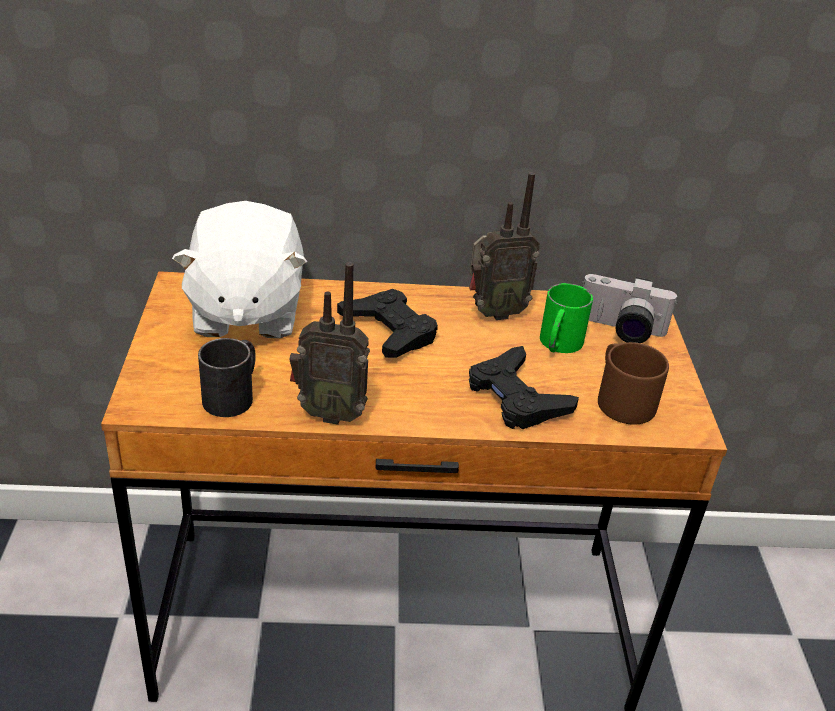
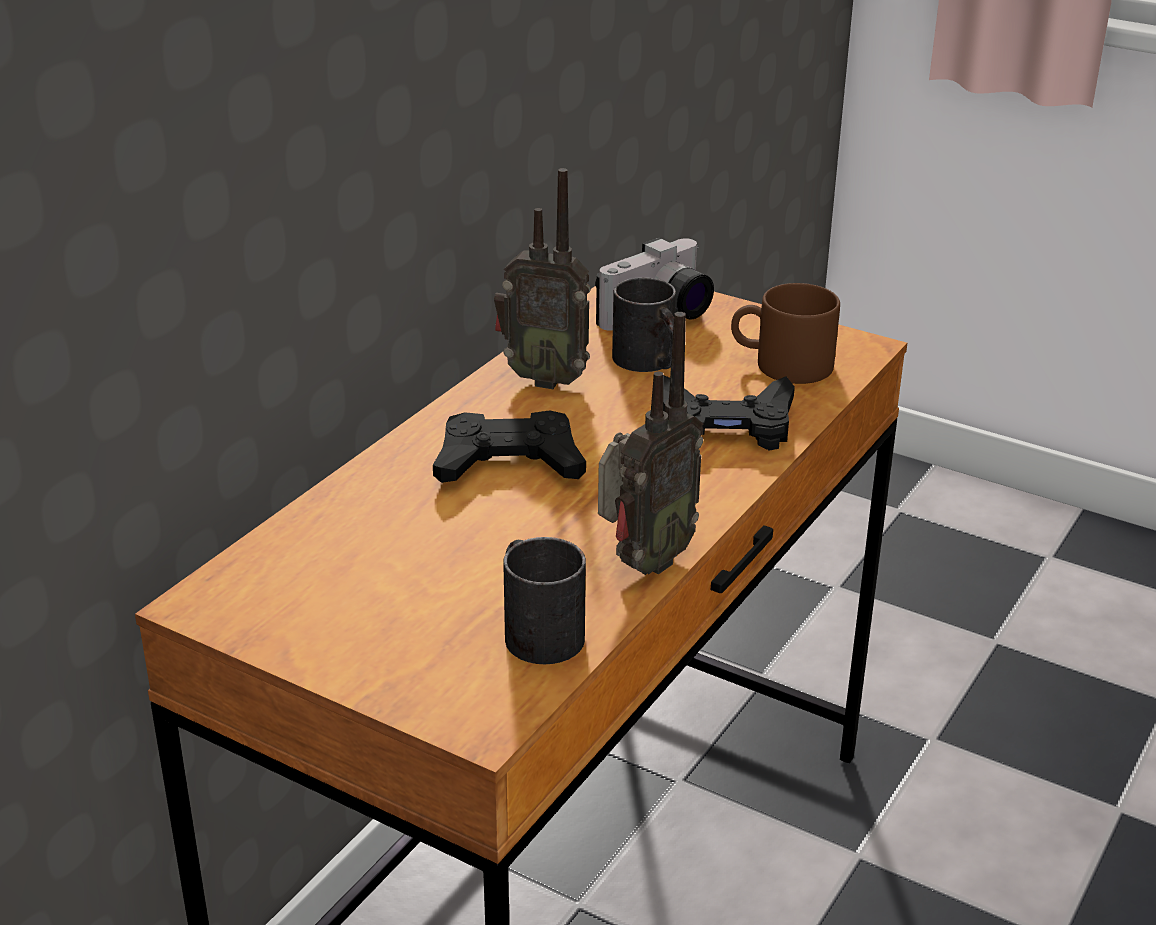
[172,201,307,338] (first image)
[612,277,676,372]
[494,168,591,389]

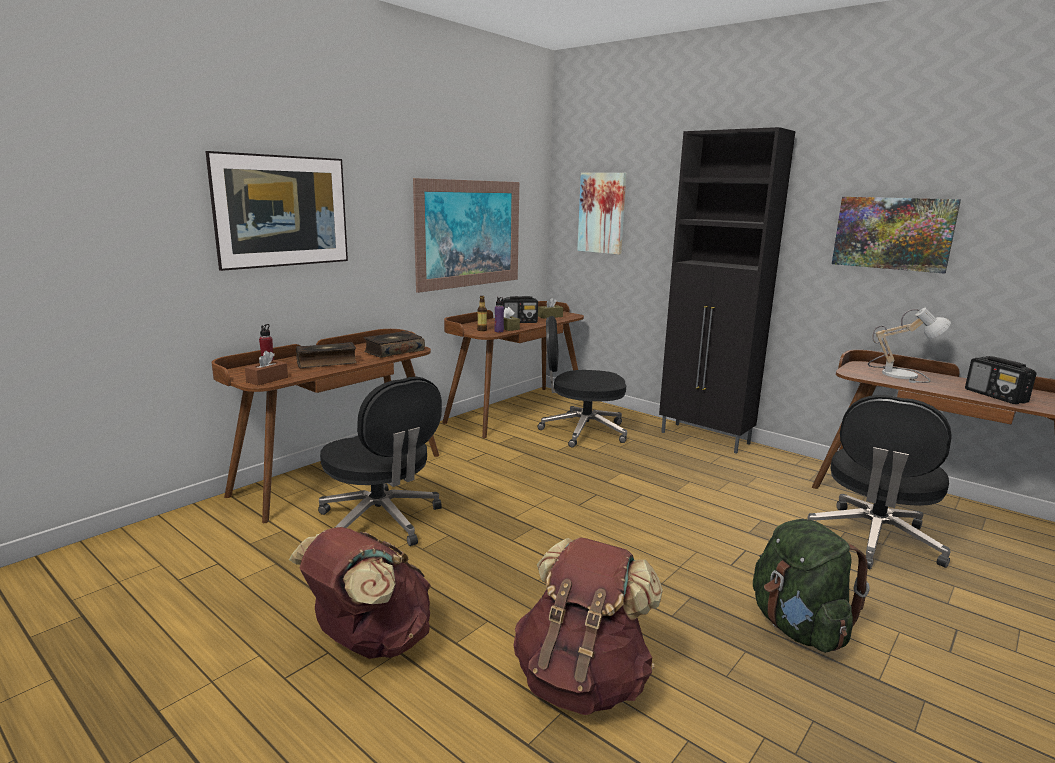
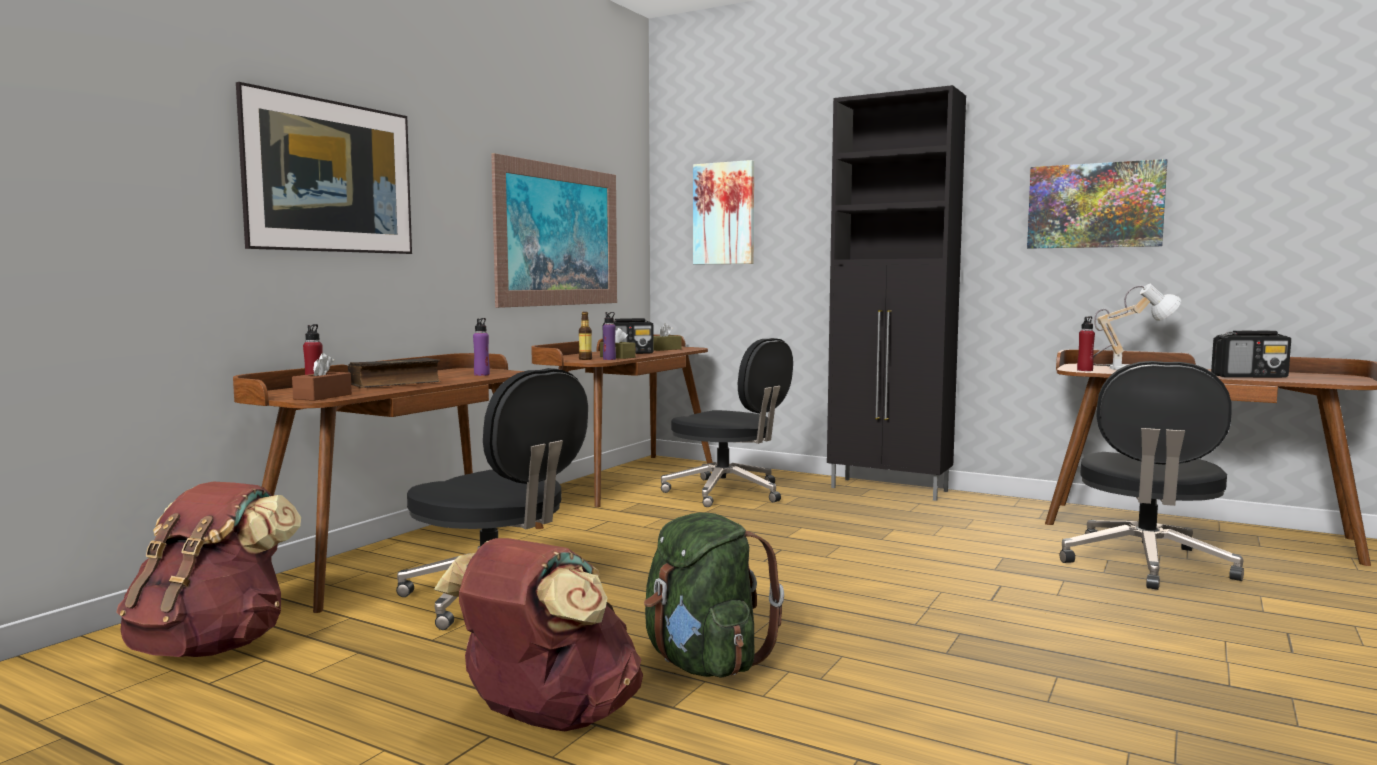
[1077,316,1095,371]
[117,482,301,657]
[644,512,784,677]
[473,318,490,376]
[661,338,793,507]
[1211,330,1291,377]

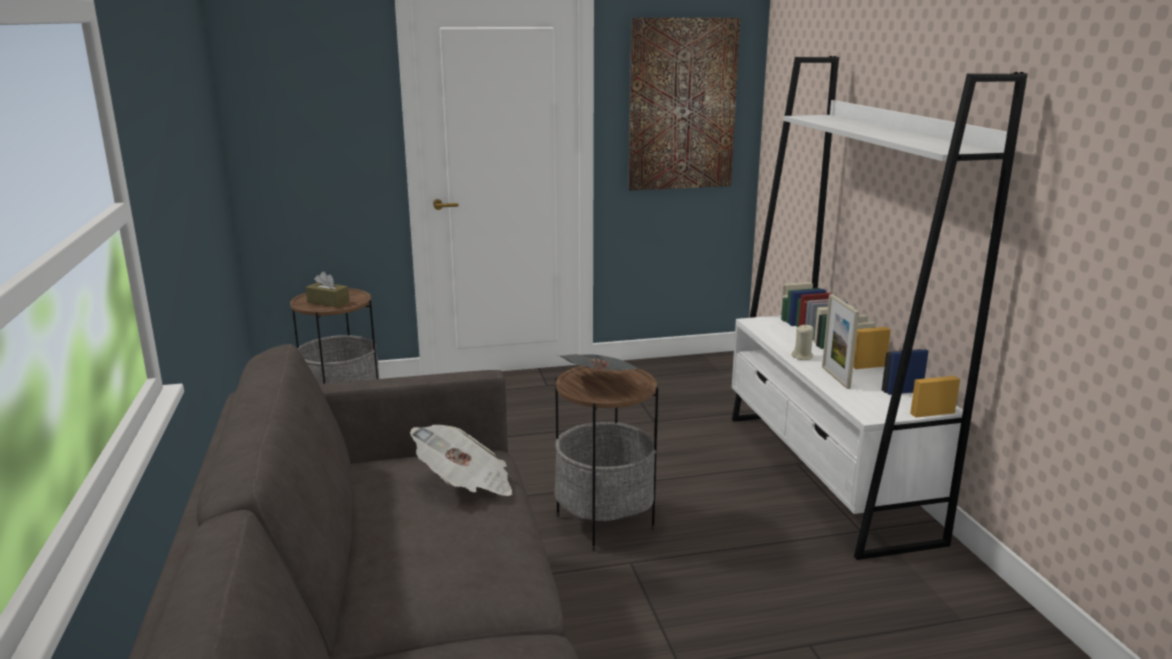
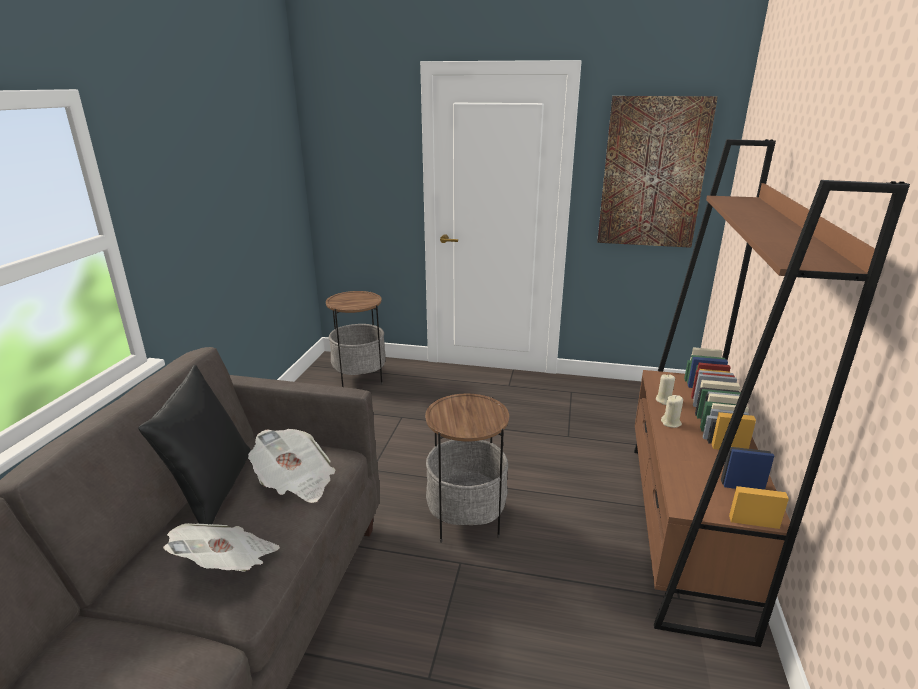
[306,272,350,307] (first image)
[822,294,859,389] (first image)
[138,365,251,524]
[656,374,675,405]
[163,523,280,572]
[634,139,910,647]

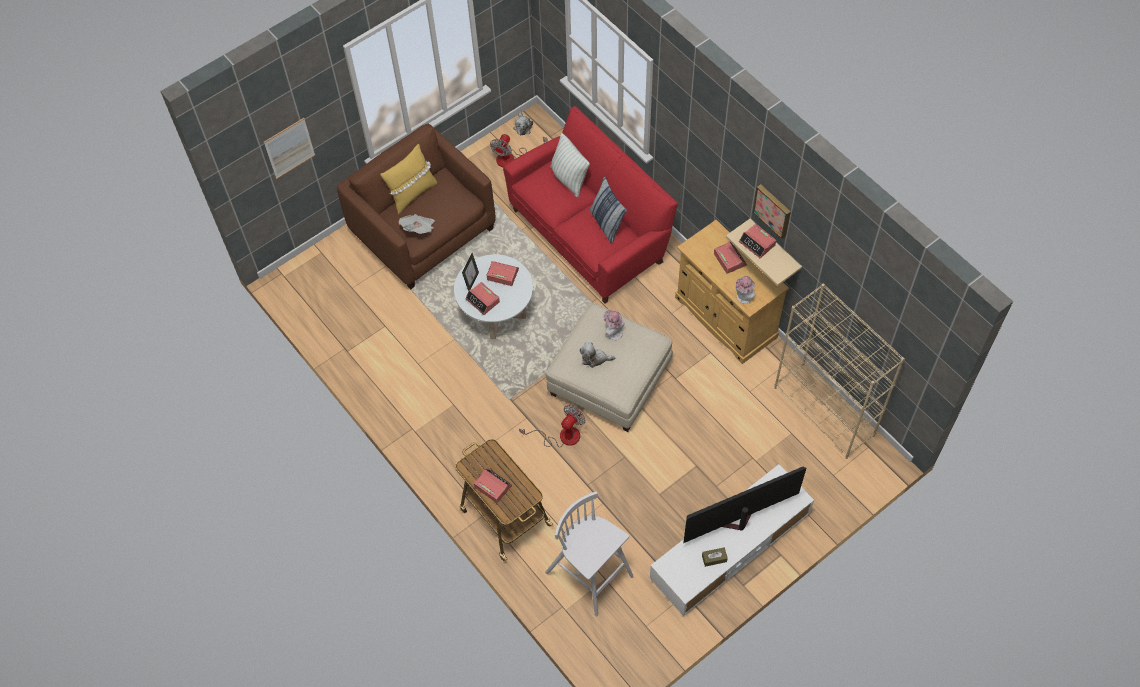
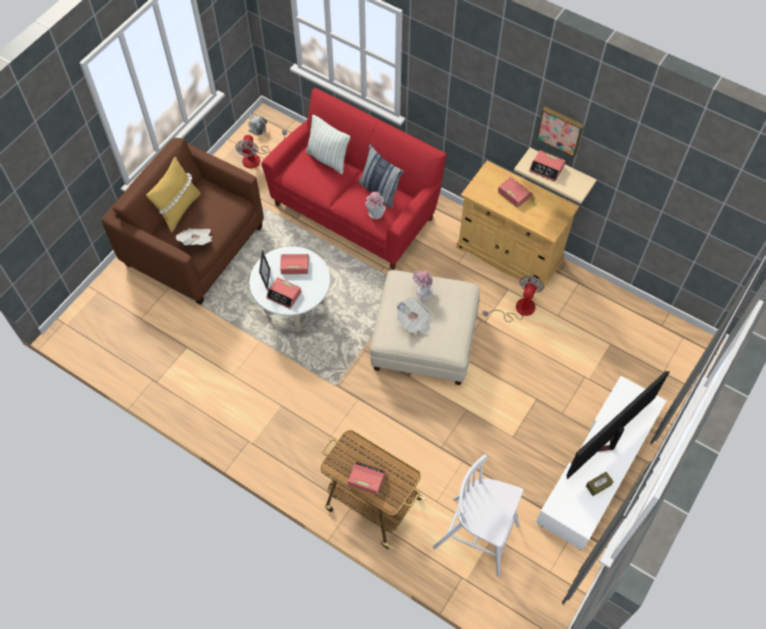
[264,118,315,179] (first image)
[774,284,904,459] (first image)
[482,276,544,322]
[365,192,386,219]
[397,298,432,335]

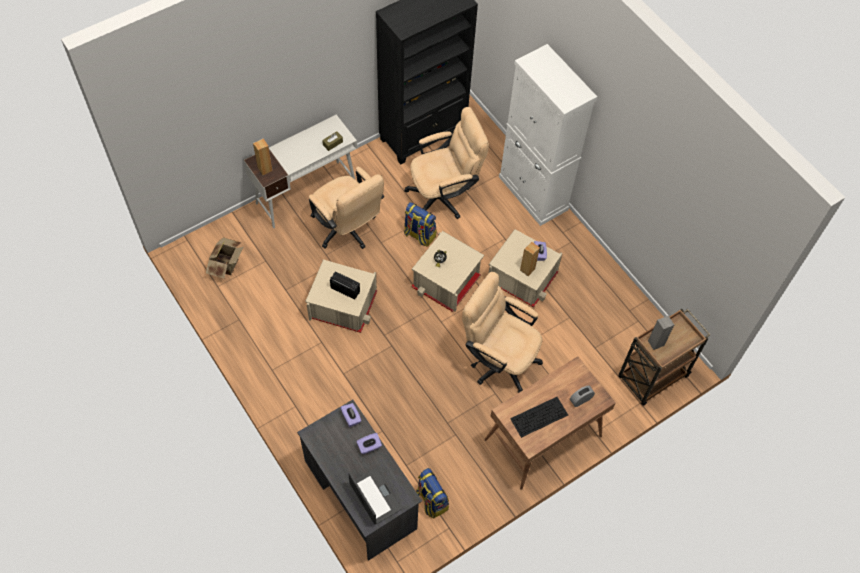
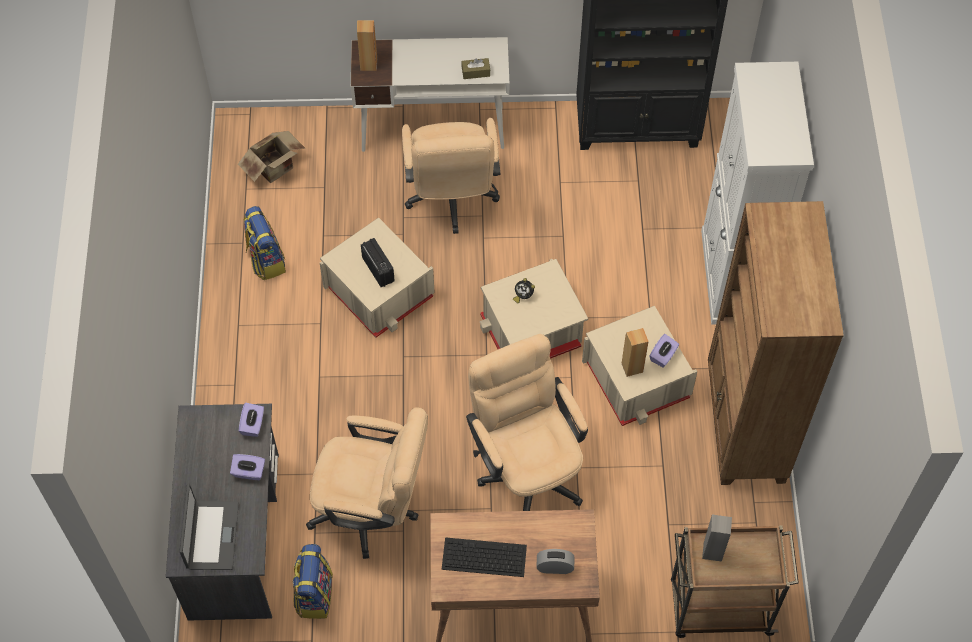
[708,201,844,485]
[306,407,428,559]
[243,206,286,280]

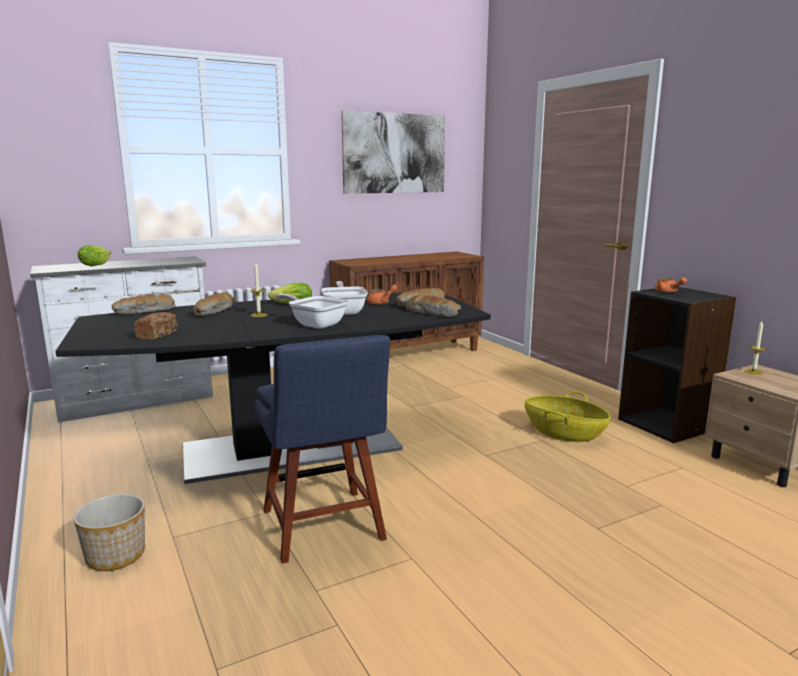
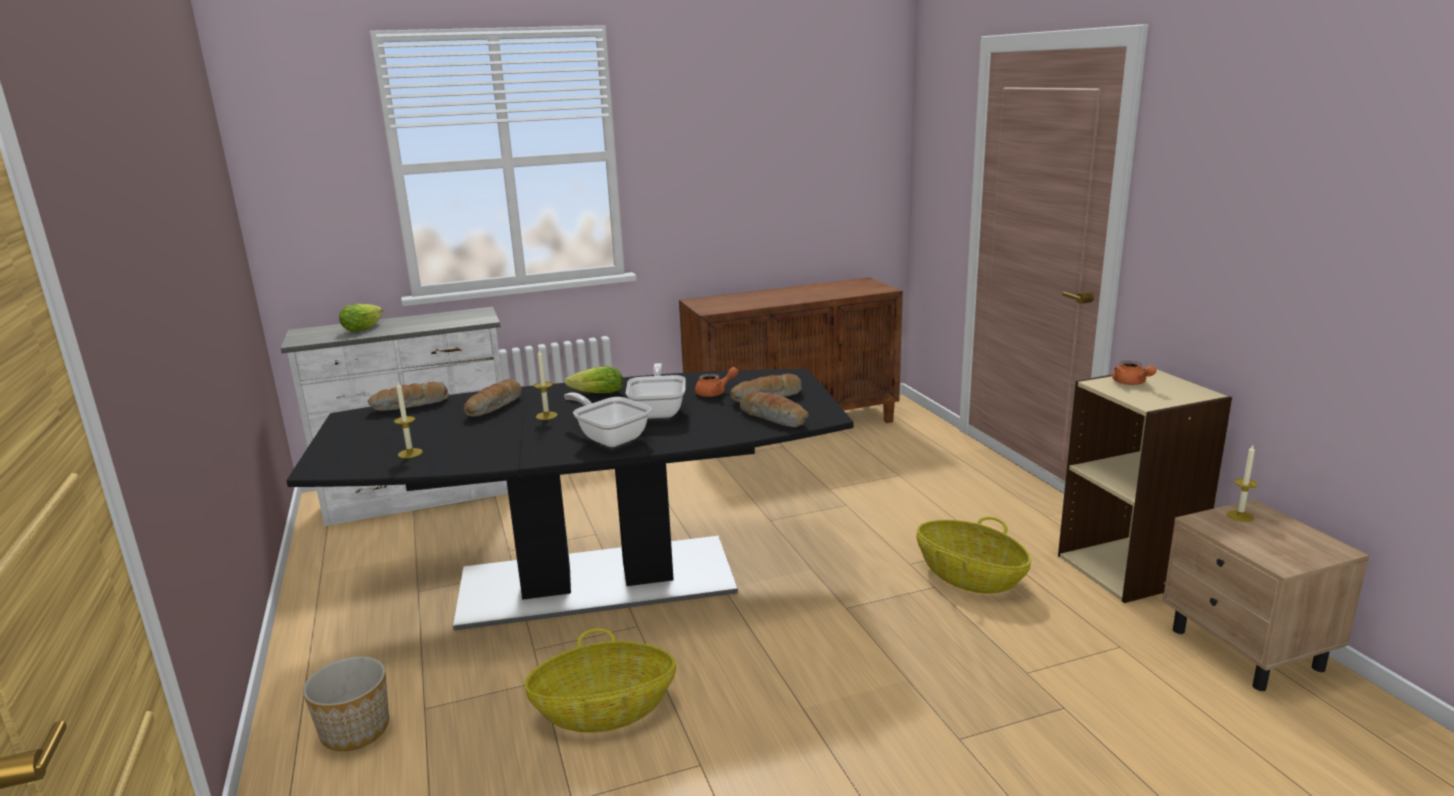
[341,110,445,194] (first image)
[394,382,423,458]
[524,628,676,733]
[1058,369,1232,603]

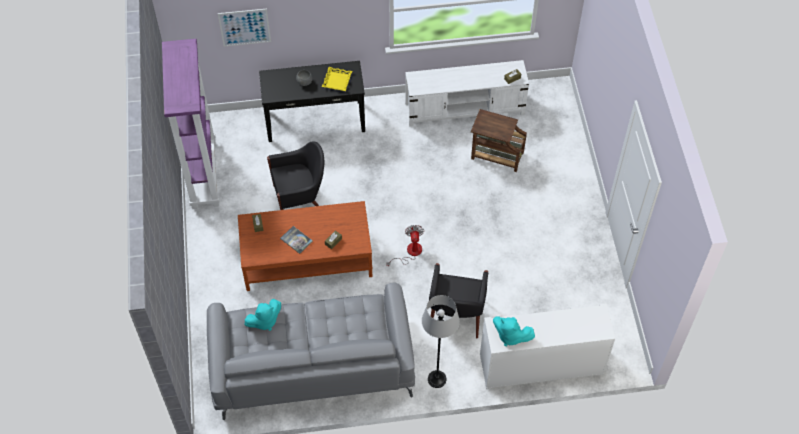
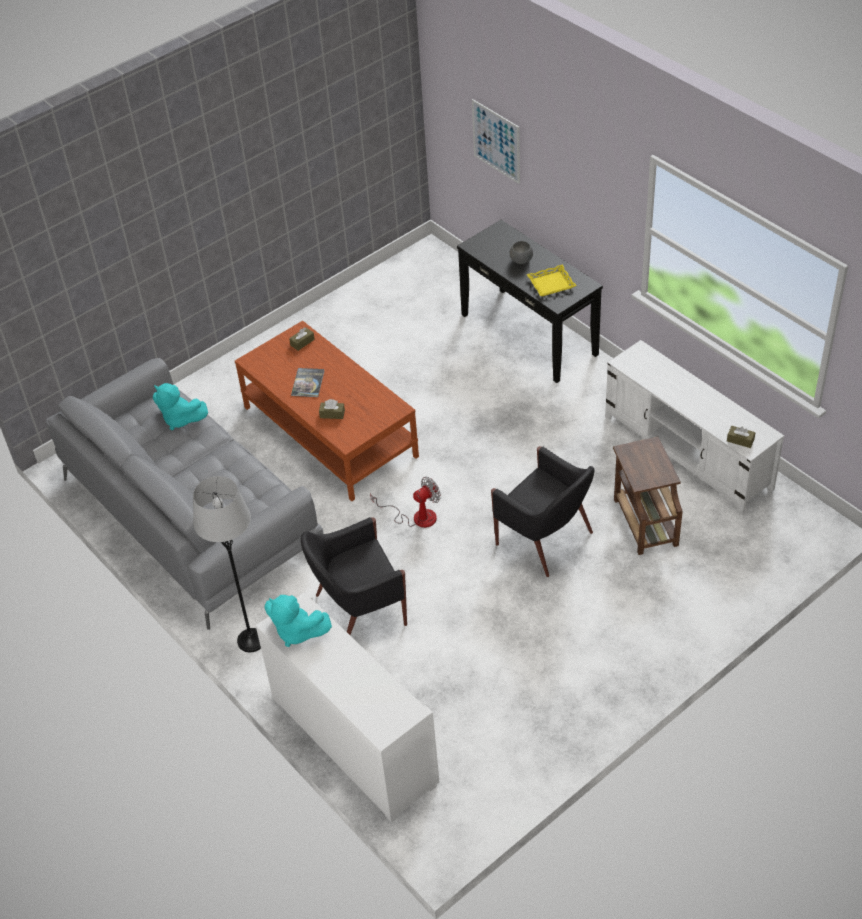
[162,39,219,209] (first image)
[491,446,594,577]
[265,595,332,647]

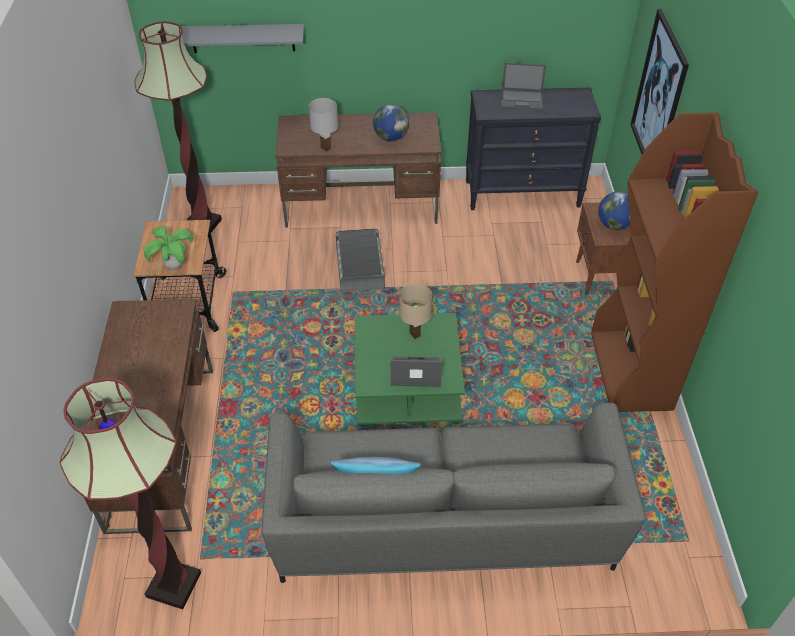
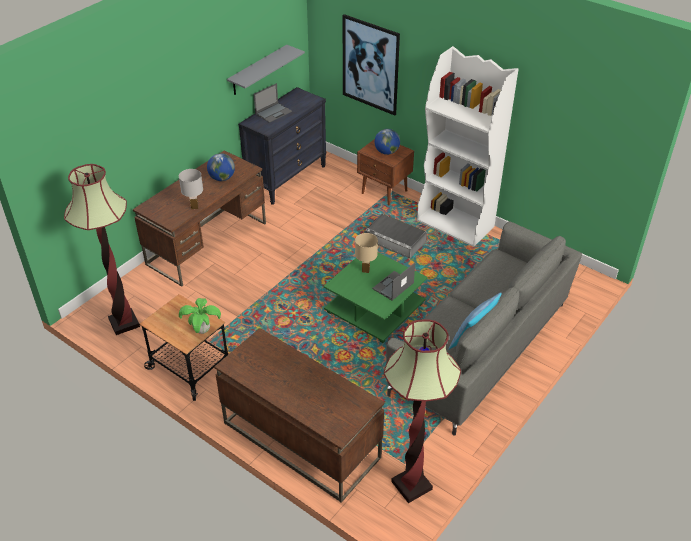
[227,45,305,95]
[366,214,427,258]
[417,46,518,247]

